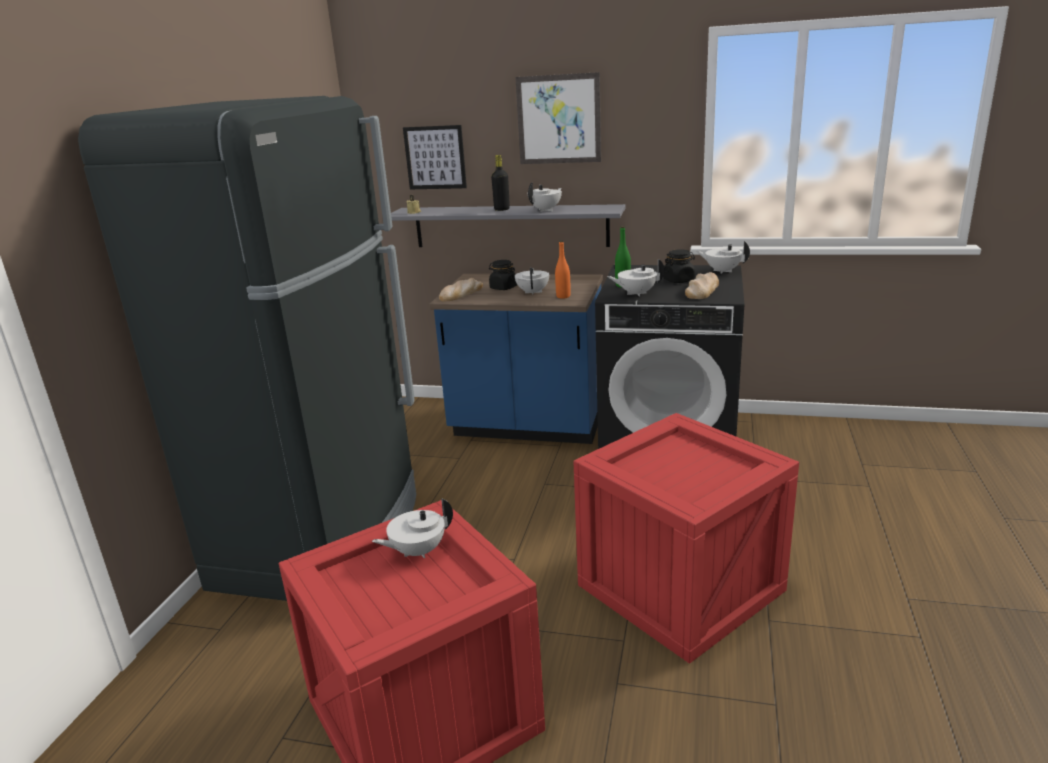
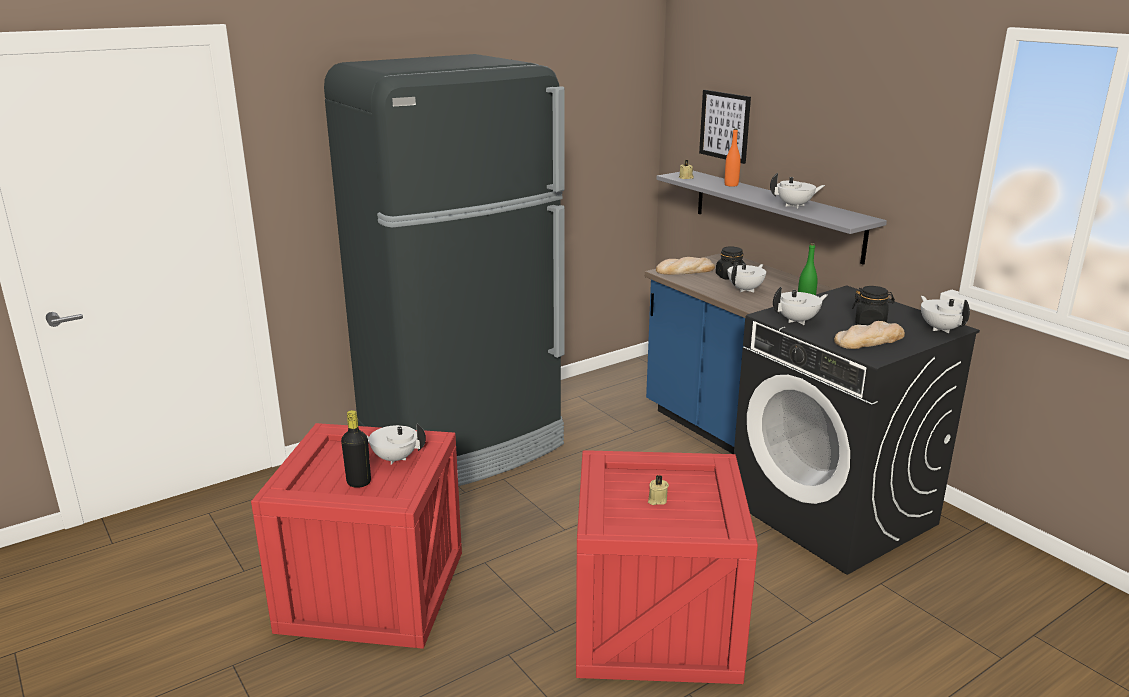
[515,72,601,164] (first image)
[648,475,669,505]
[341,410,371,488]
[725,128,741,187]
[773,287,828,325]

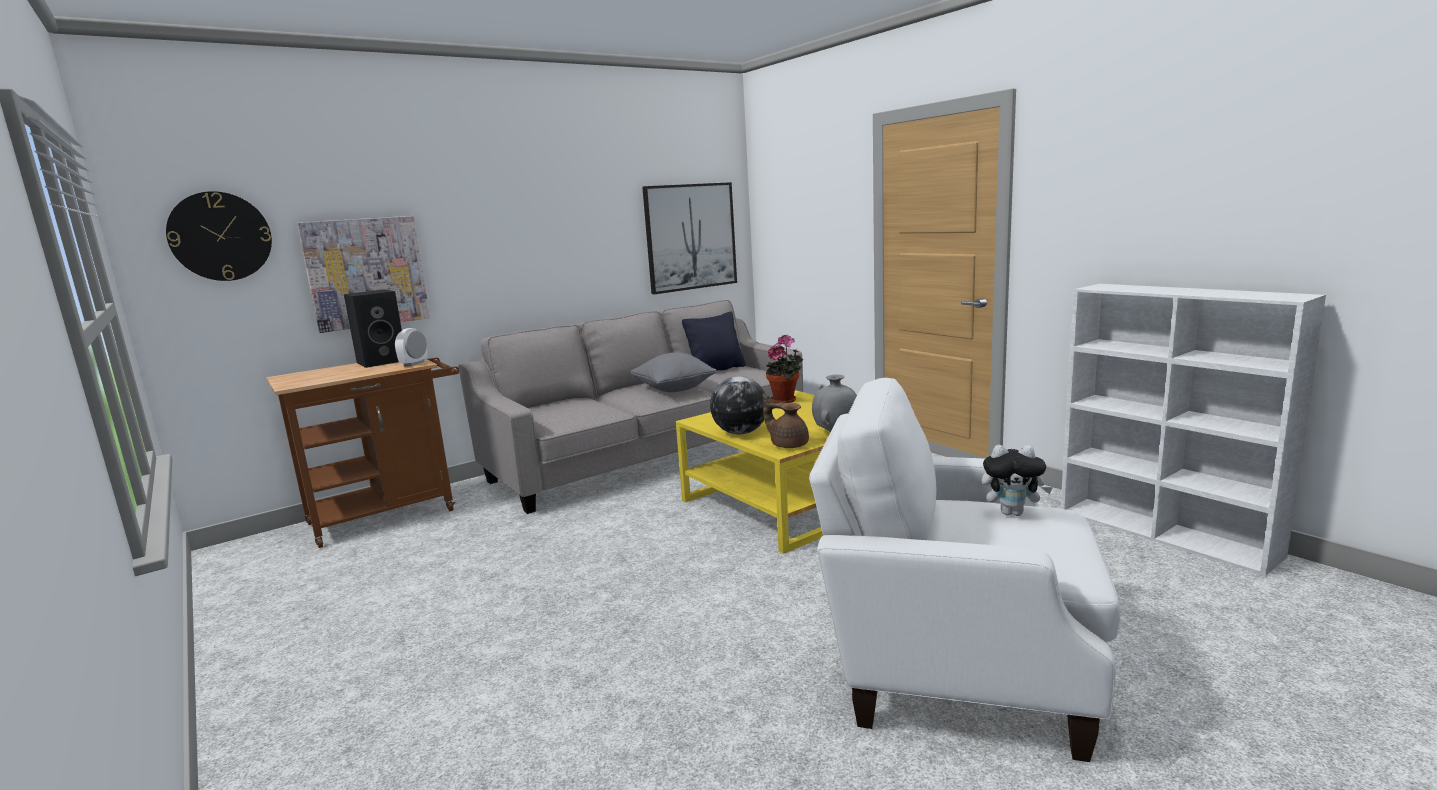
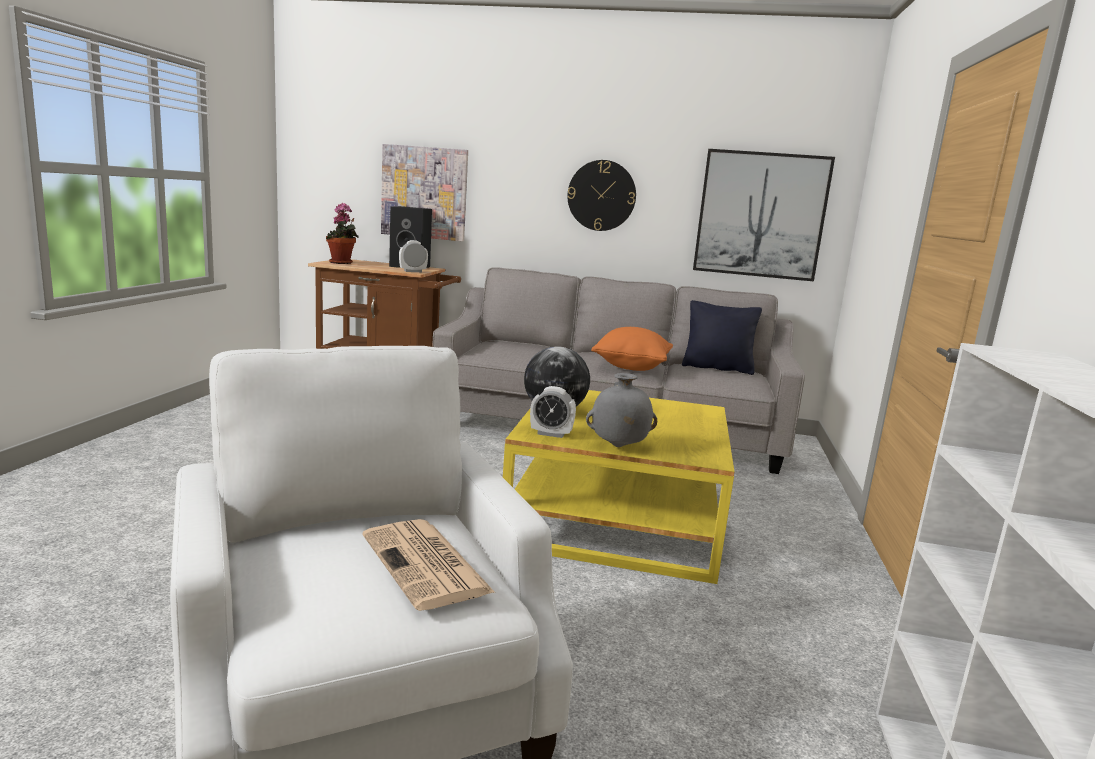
[568,160,636,231]
[326,203,359,264]
[530,386,576,438]
[362,519,495,611]
[591,327,673,371]

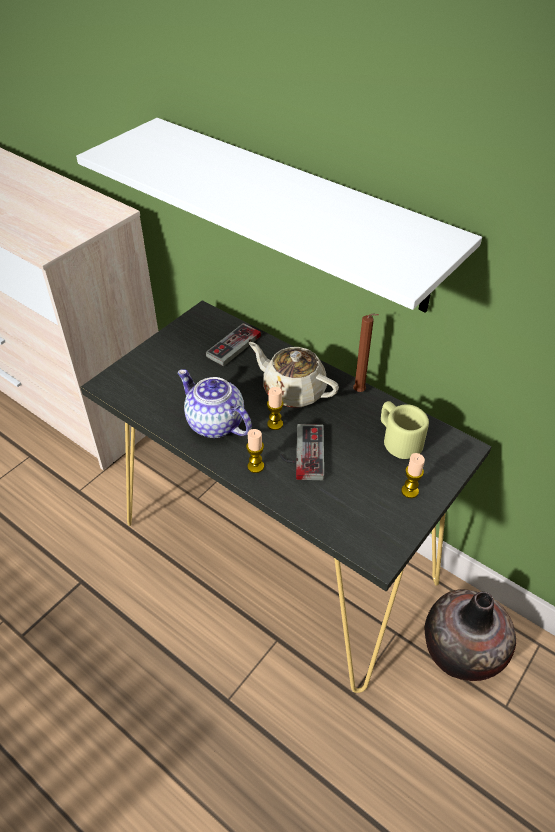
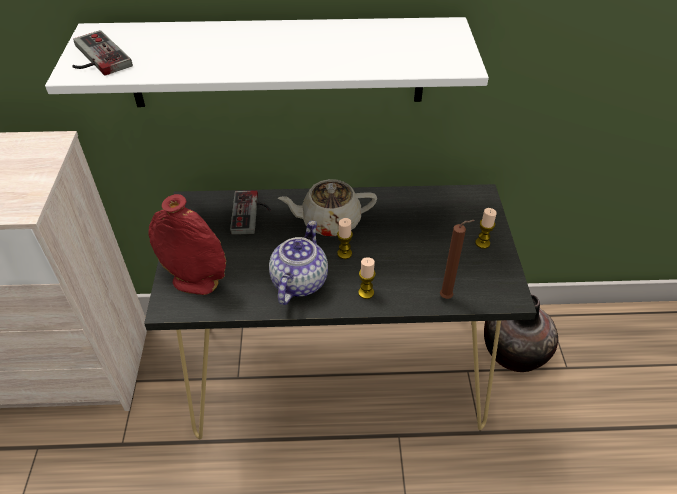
[381,401,429,459] (first image)
[148,194,226,295]
[72,30,133,75]
[440,220,475,299]
[269,220,328,305]

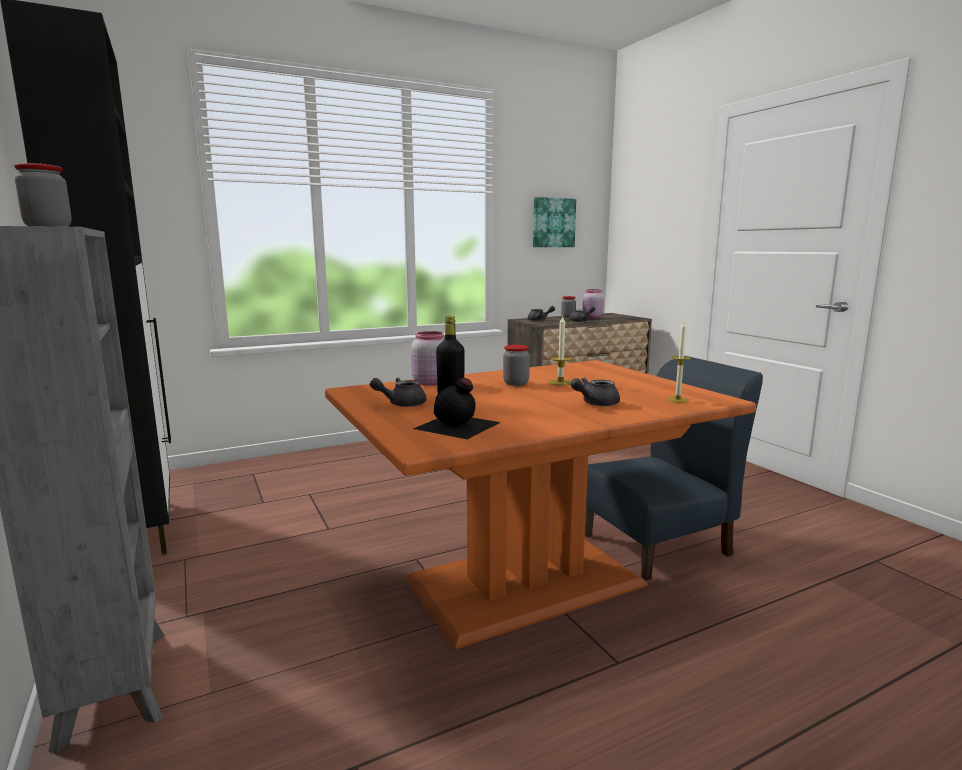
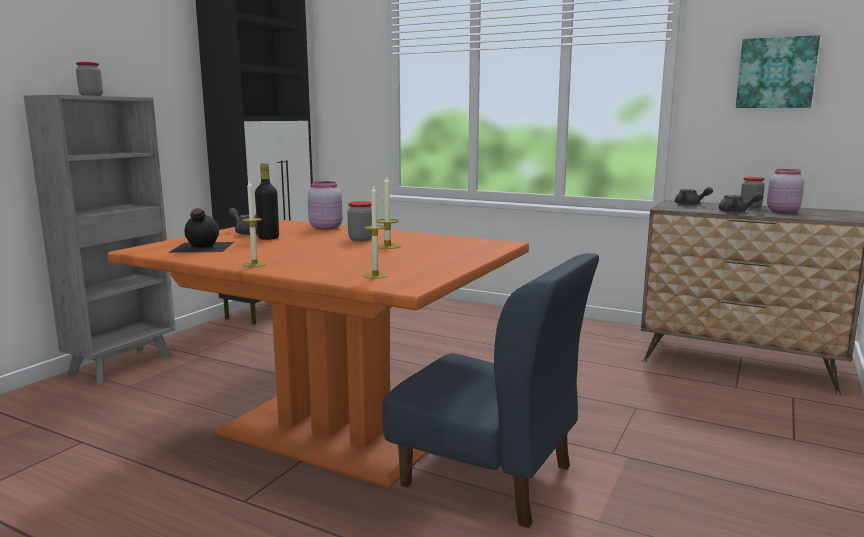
[570,377,620,406] (first image)
[242,180,266,267]

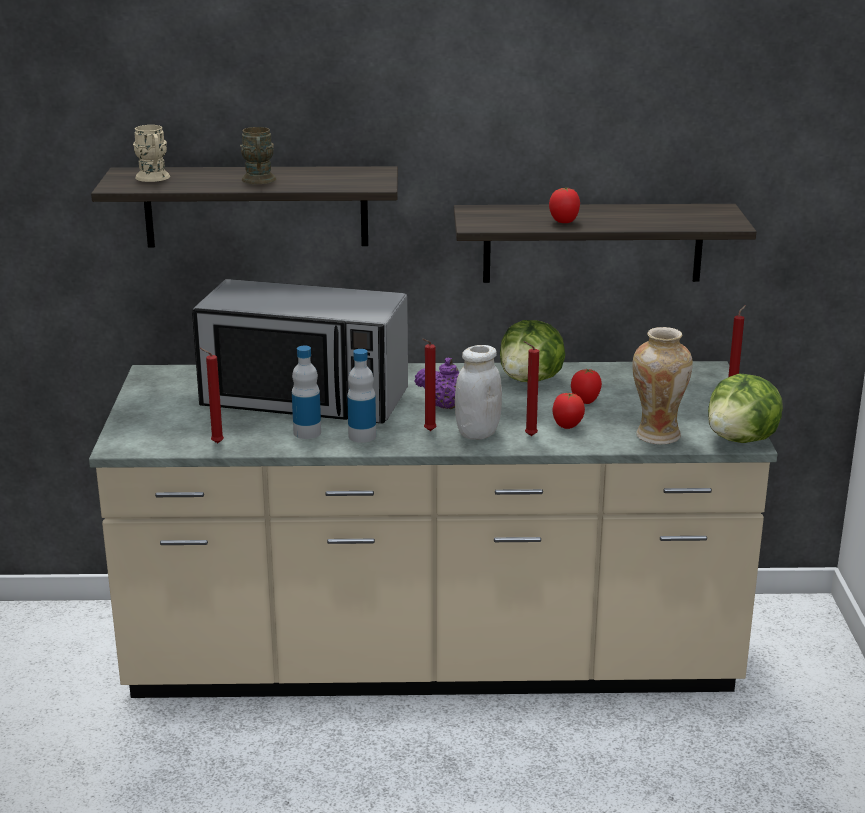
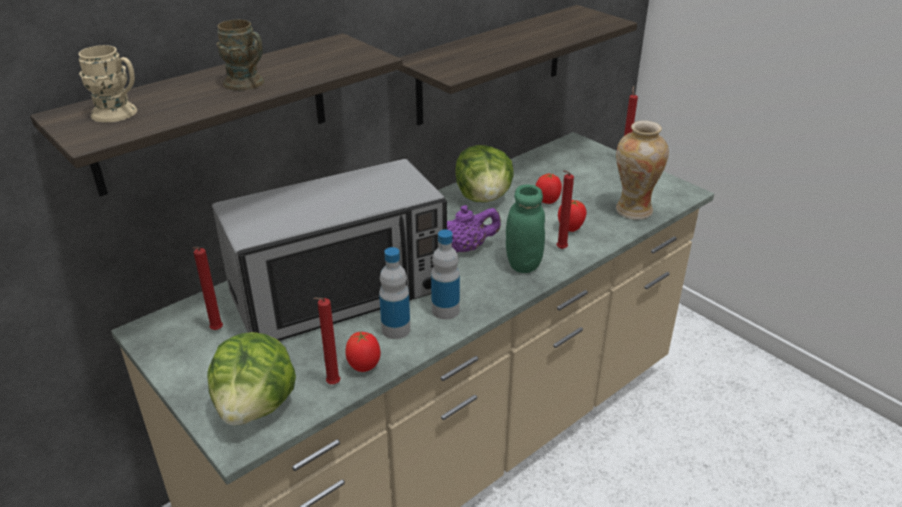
[193,247,223,330]
[345,331,381,372]
[207,332,296,425]
[506,185,545,273]

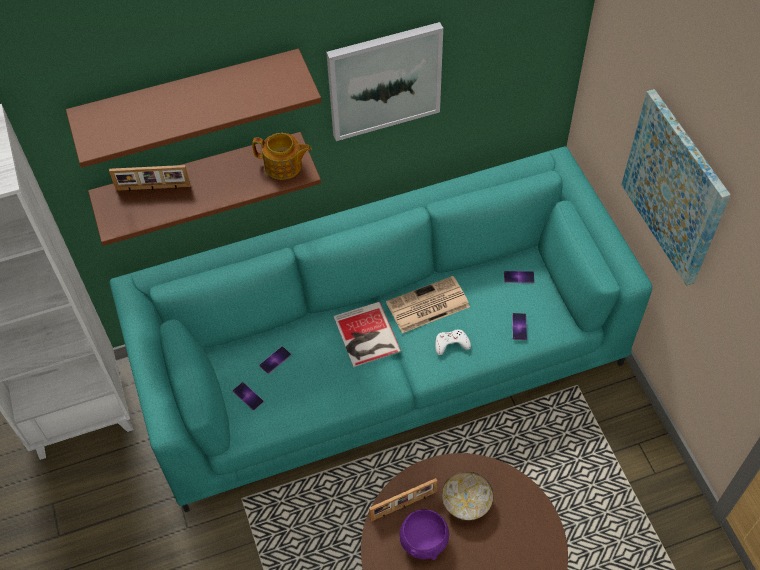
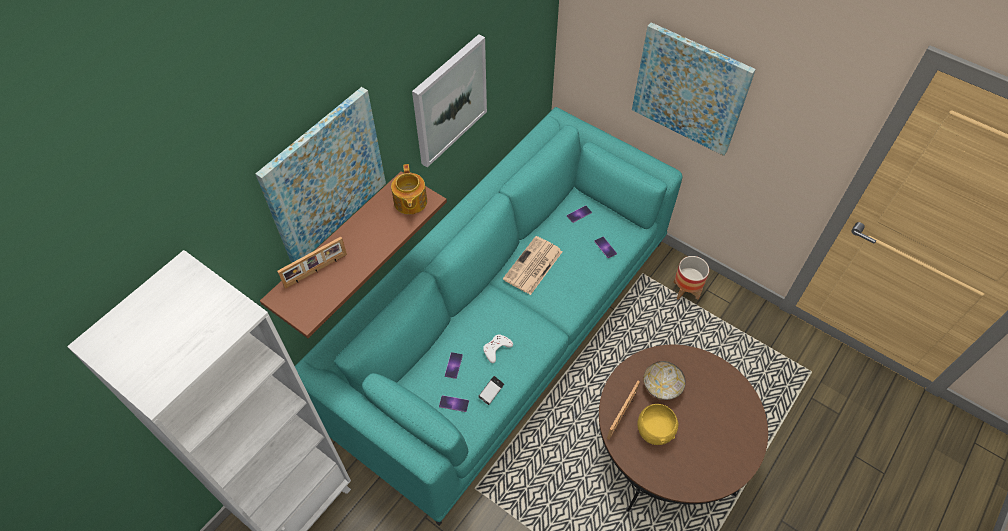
[333,302,401,367] (first image)
[478,376,504,405]
[673,256,709,300]
[483,334,513,363]
[255,87,386,263]
[637,404,678,445]
[391,164,427,215]

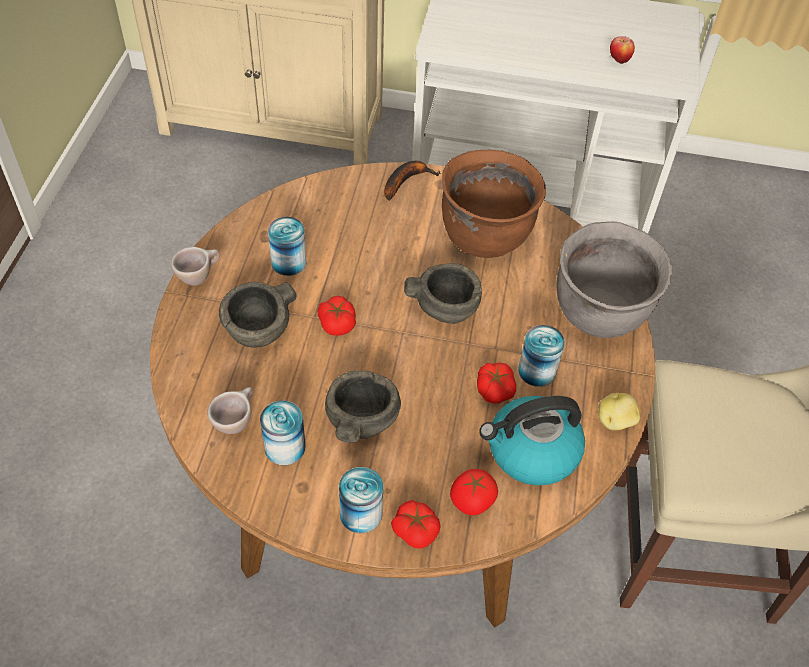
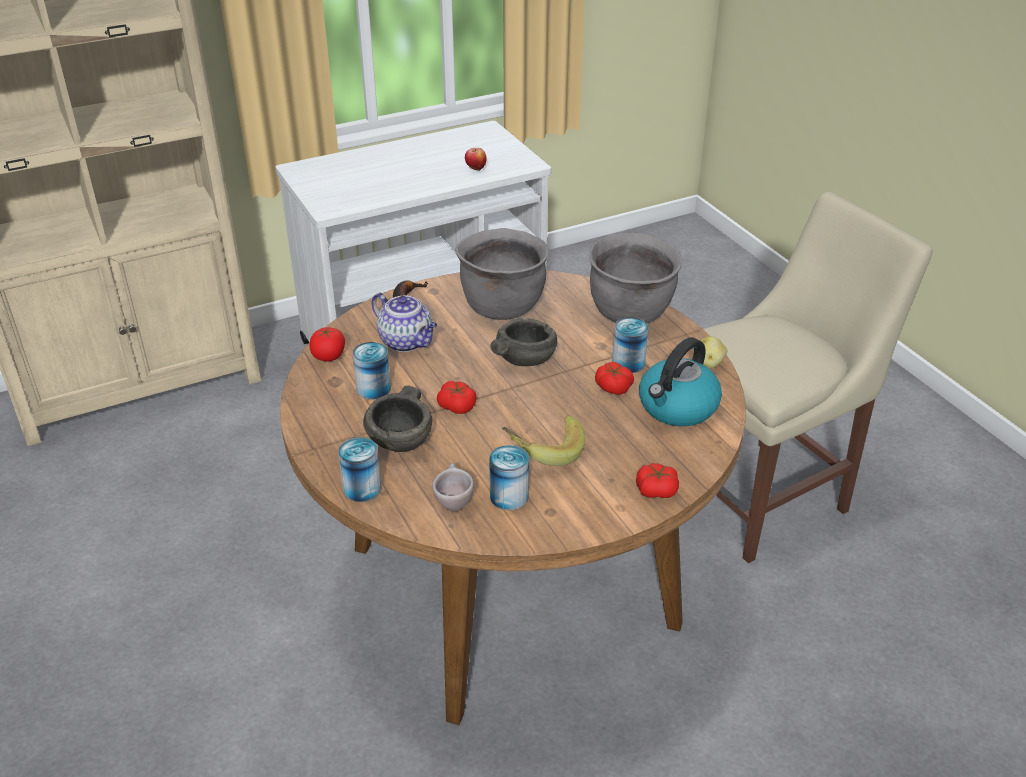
[171,247,220,286] (first image)
[371,293,437,352]
[338,437,382,502]
[309,327,345,361]
[502,415,585,466]
[455,228,549,320]

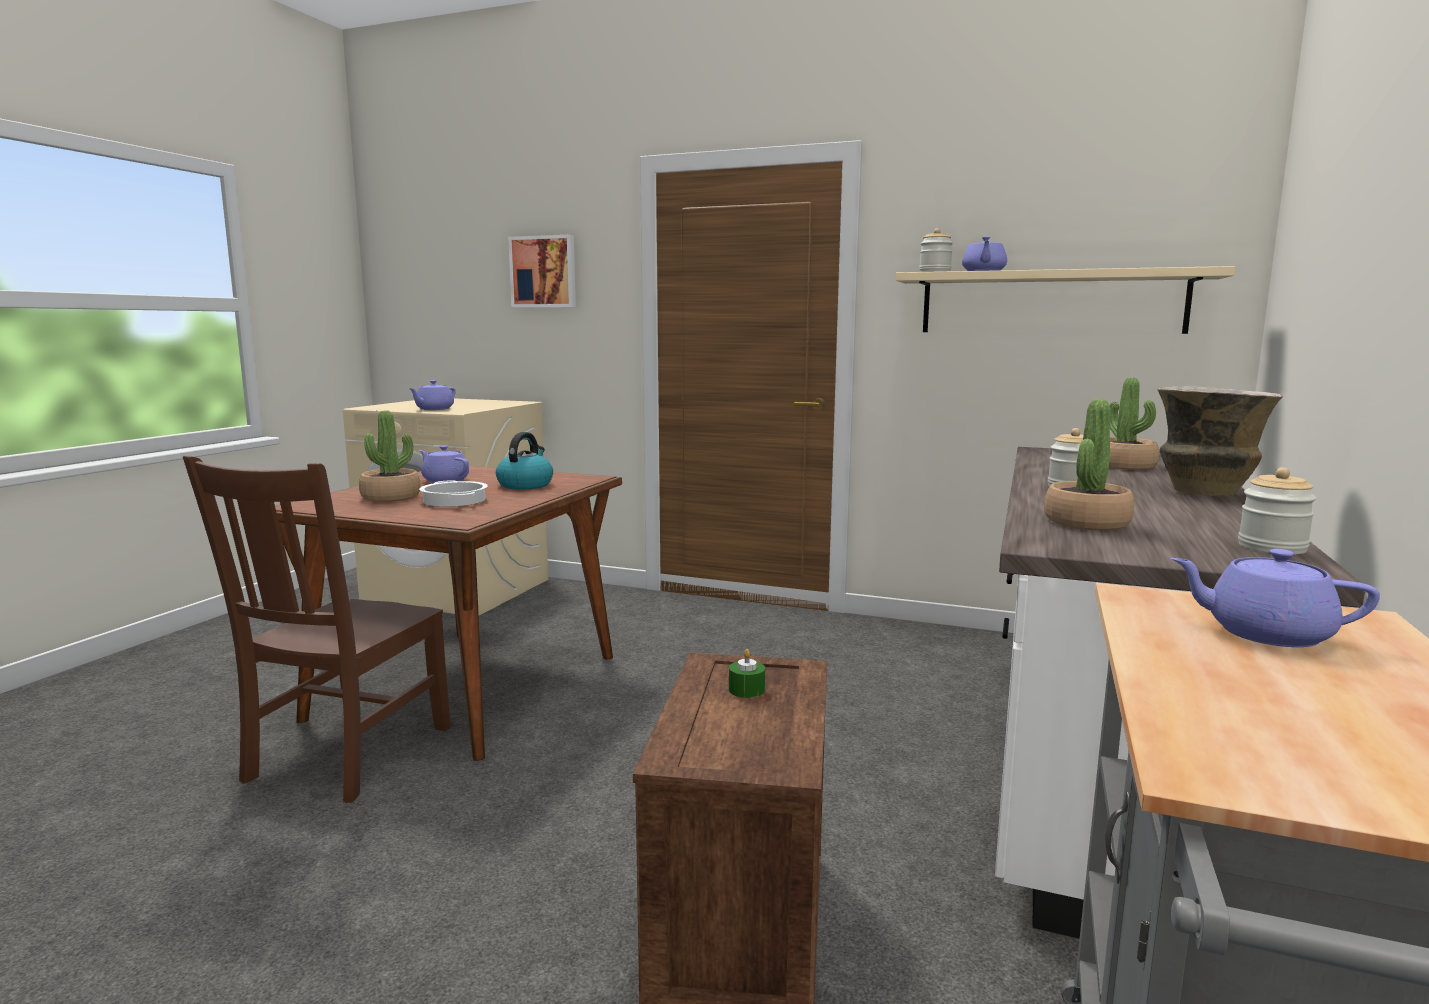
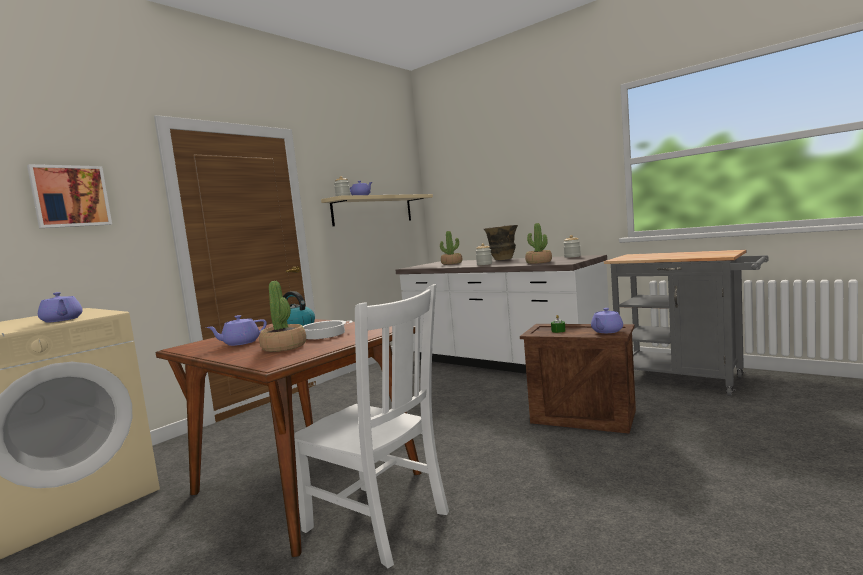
[591,308,623,333]
[294,284,449,568]

